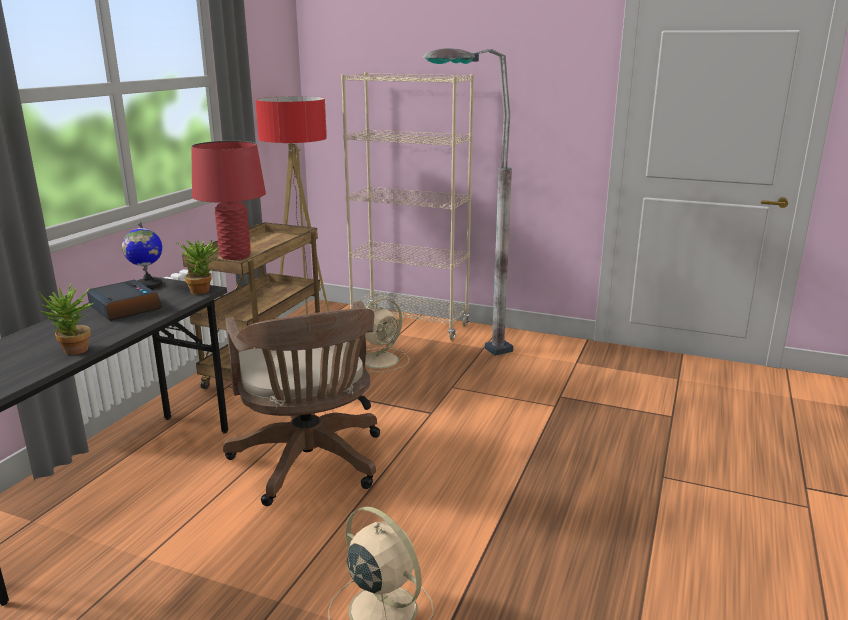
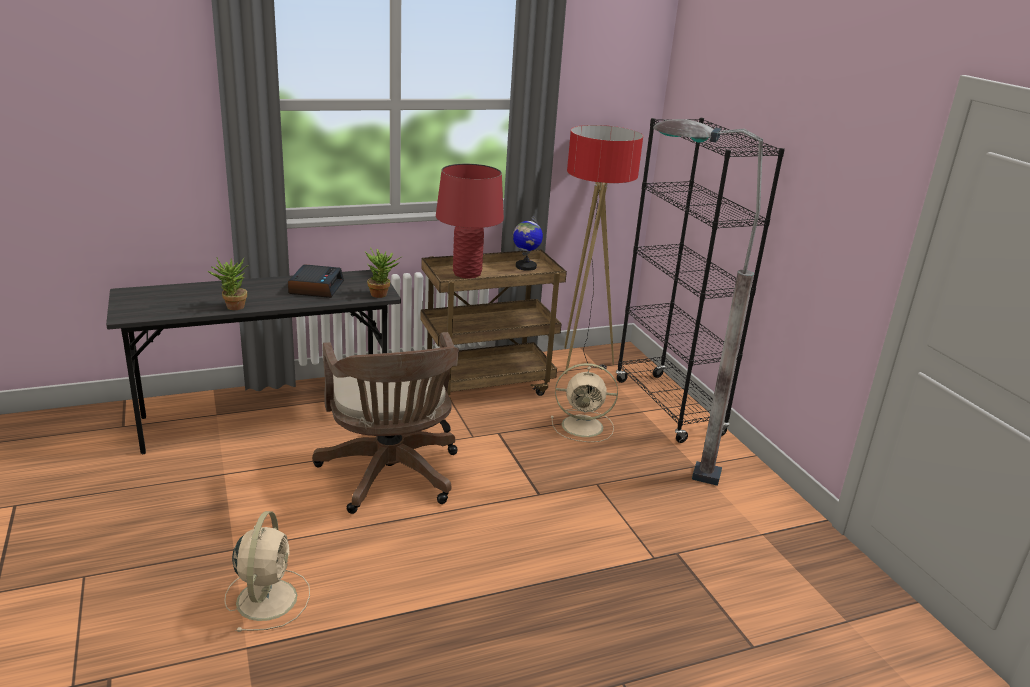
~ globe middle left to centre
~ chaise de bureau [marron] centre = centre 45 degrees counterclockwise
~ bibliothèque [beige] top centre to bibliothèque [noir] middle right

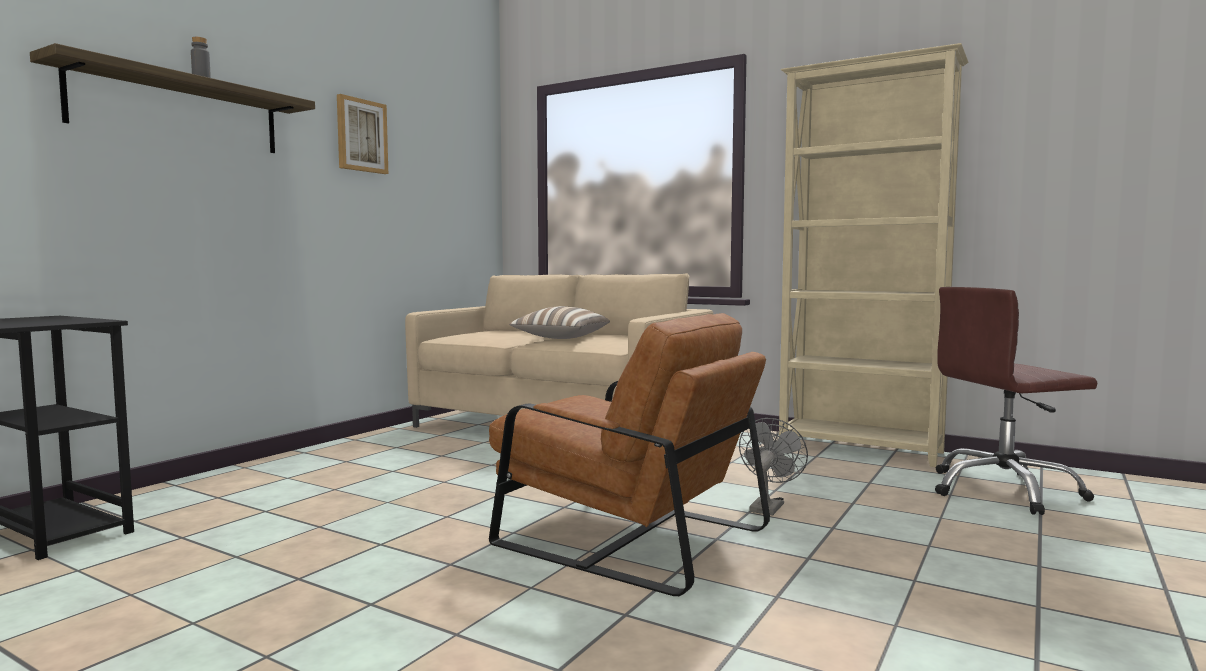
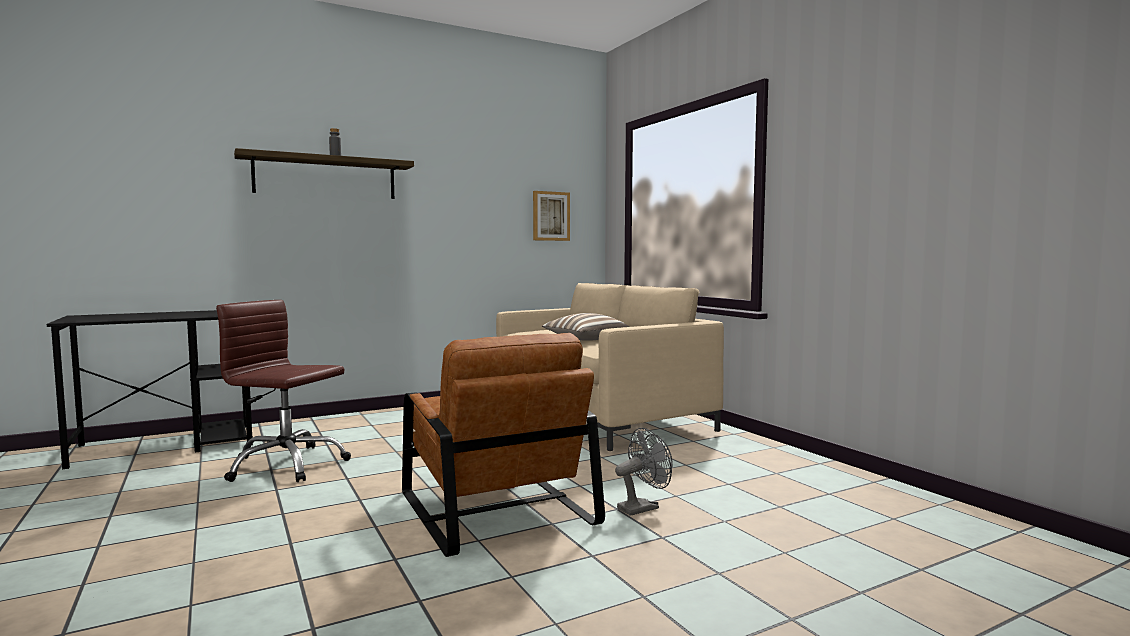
~ tableau top left to centre
- bibliothèque [beige] middle right
~ chaise de bureau [marron] middle right to middle left

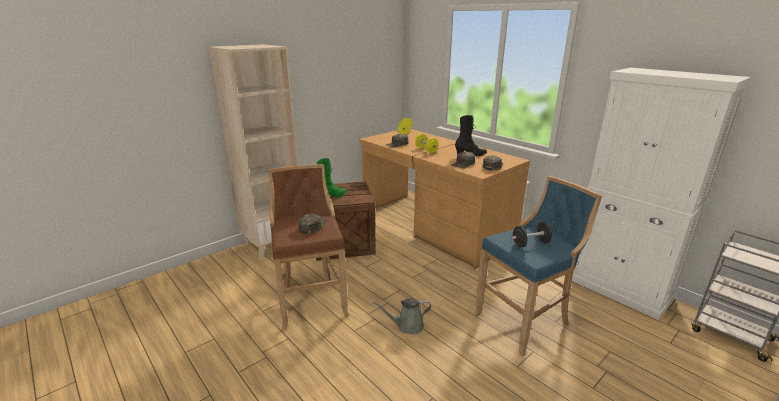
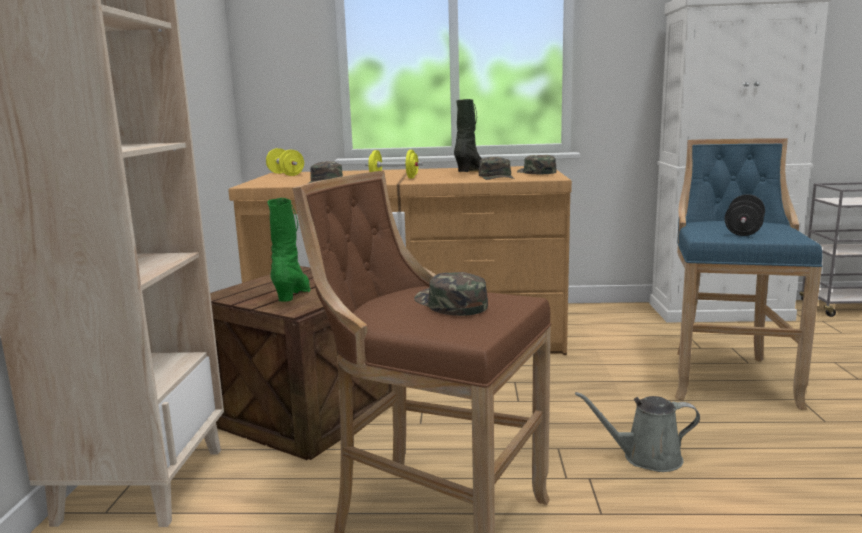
~ arrosoir [gris] bottom centre = bottom right 60 degrees clockwise

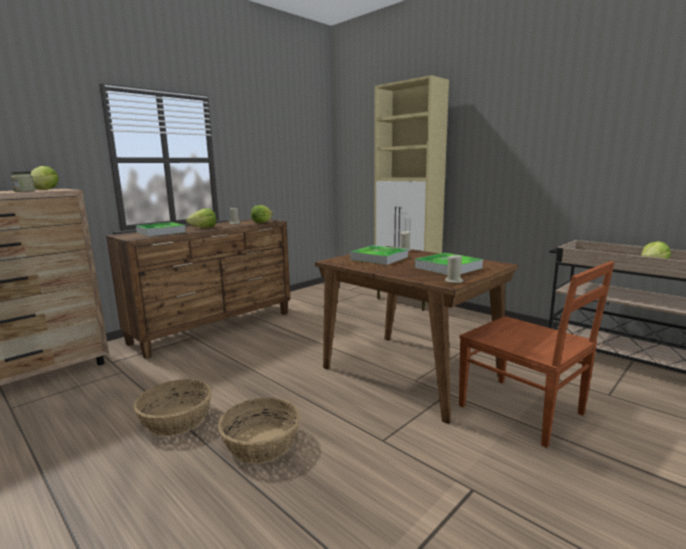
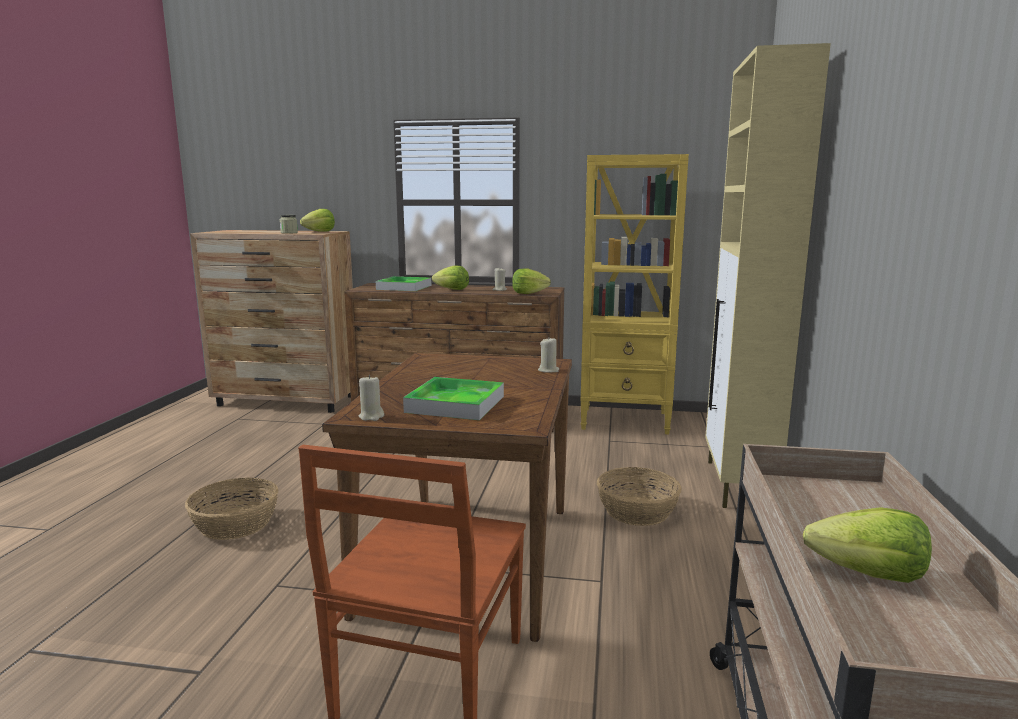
~ panier (no. 1 from left in the first image) bottom left to panier (no. 2 from left) bottom centre
- plateau (no. 2 from left) centre
+ bibliothèque [jaune] centre

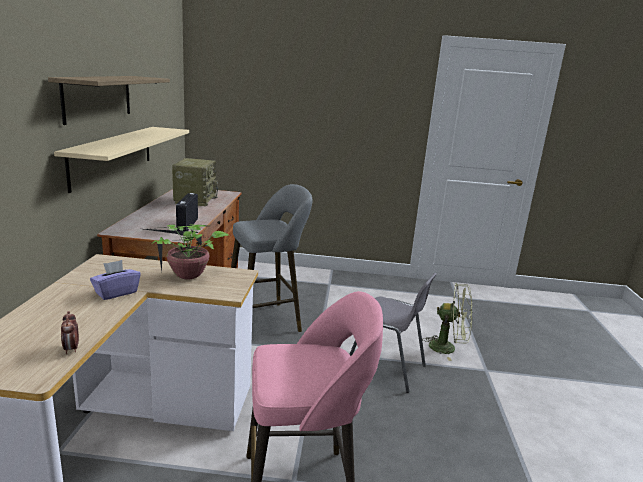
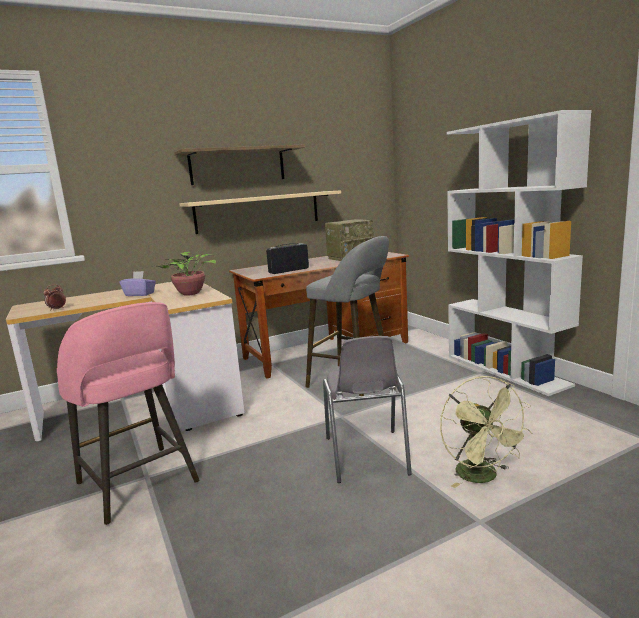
+ bibliothèque [blanc] middle right

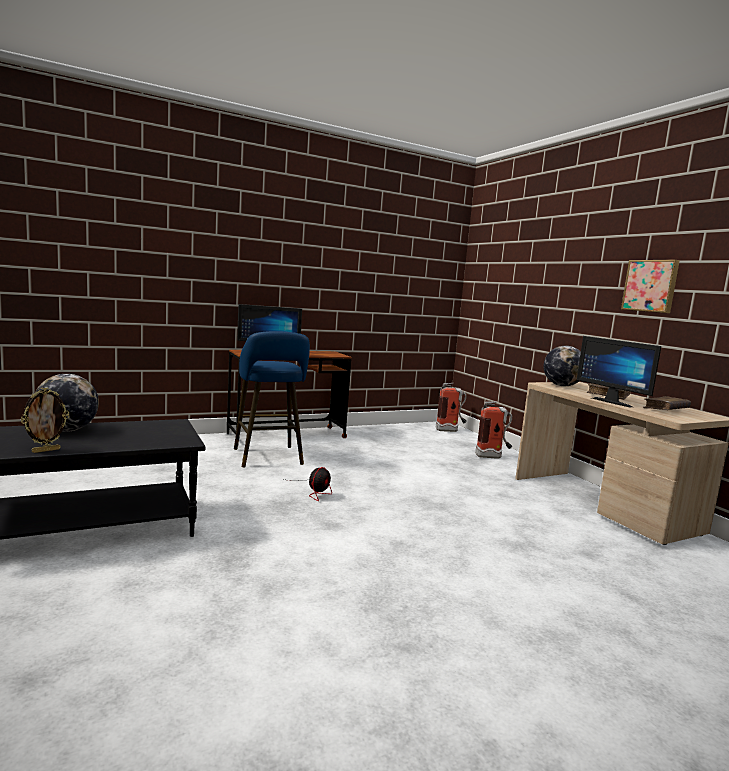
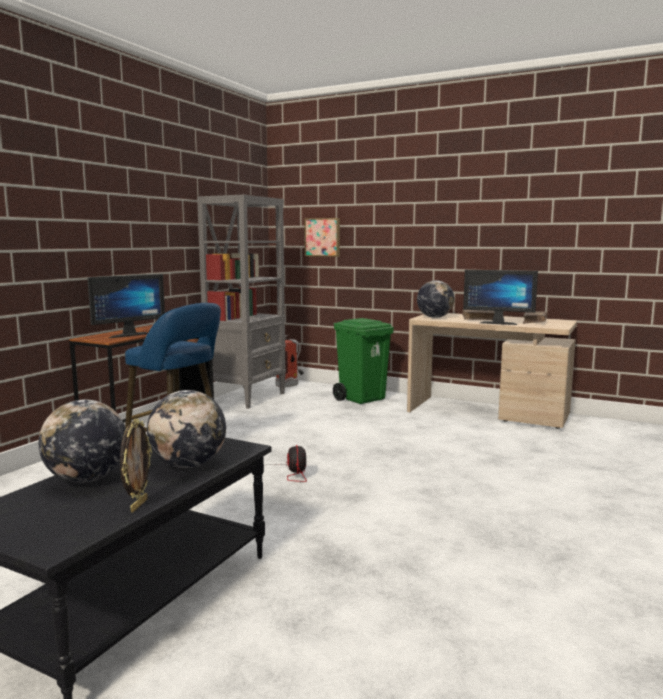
~ extincteur (no. 2 from left) middle right to poubelle [vert] centre
~ tableau middle right to centre
+ globe (no. 2 from left) middle left
+ bibliothèque [gris] centre

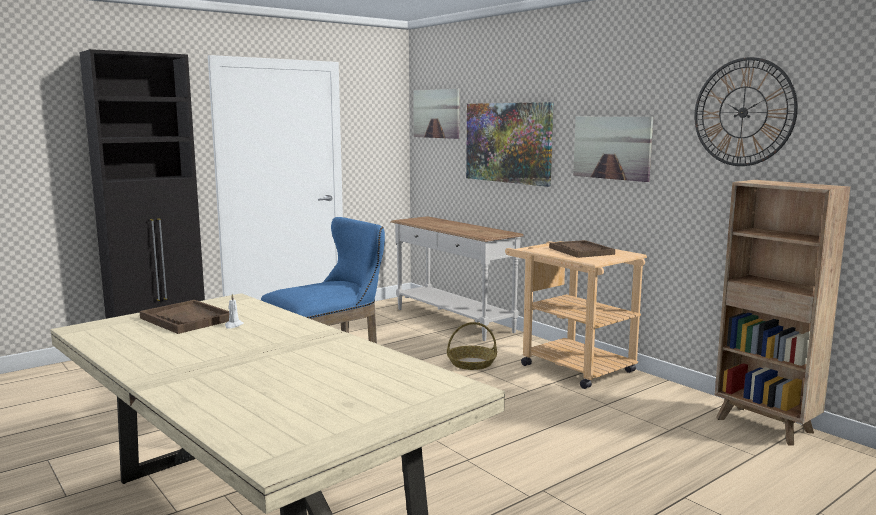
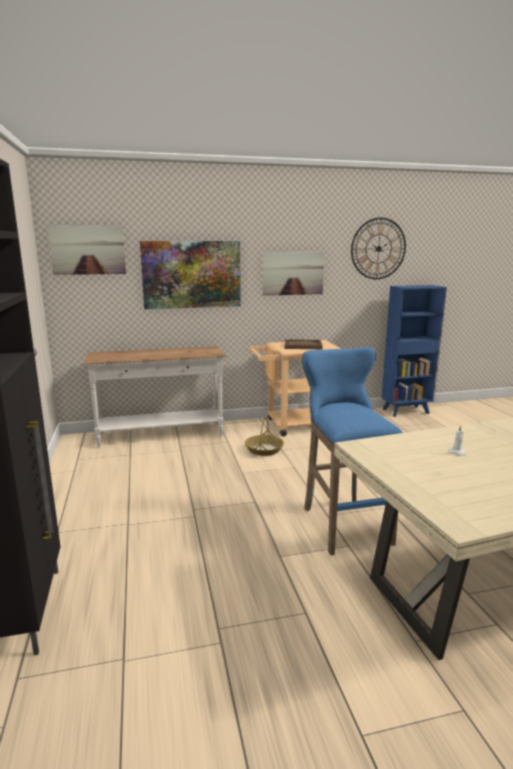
- plateau [marron] (no. 1 from left) middle left
~ bibliothèque [marron] middle right to bibliothèque [bleu] middle right

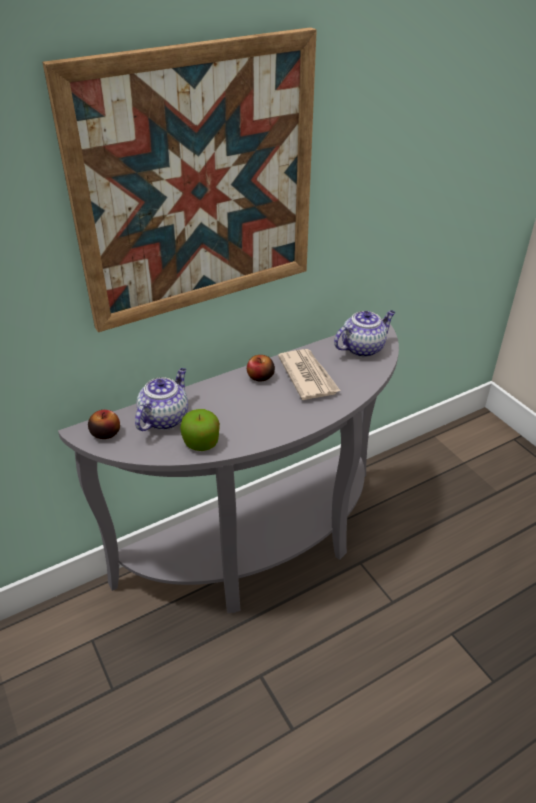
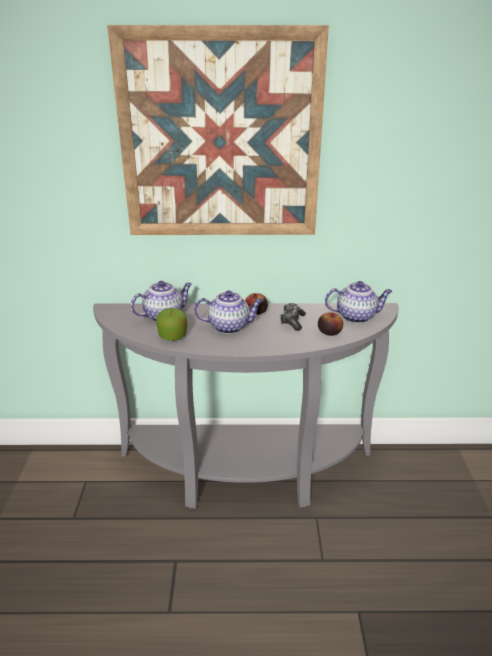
~ pomme (no. 1 from left in the first image) middle left to pomme (no. 3 from left) middle right
~ journal centre to manette centre
+ théière (no. 2 from left) centre

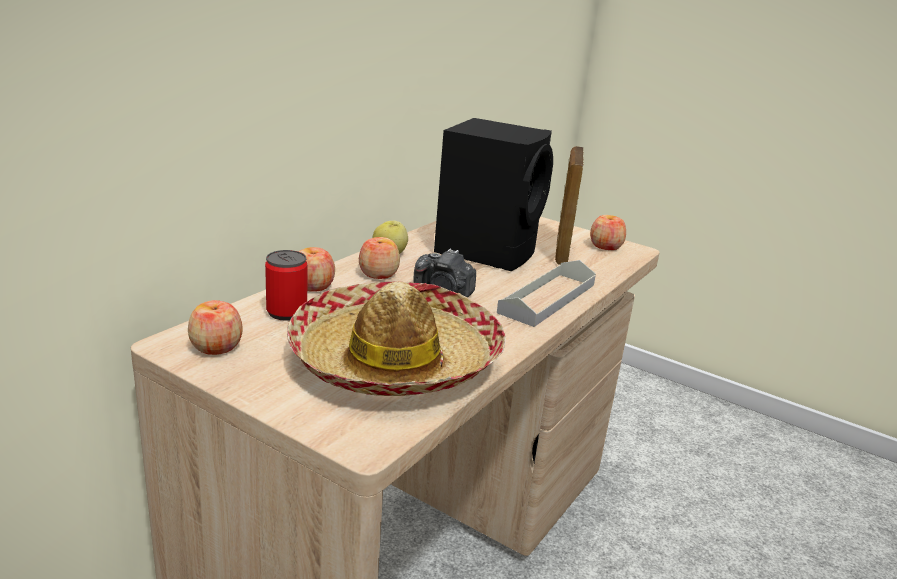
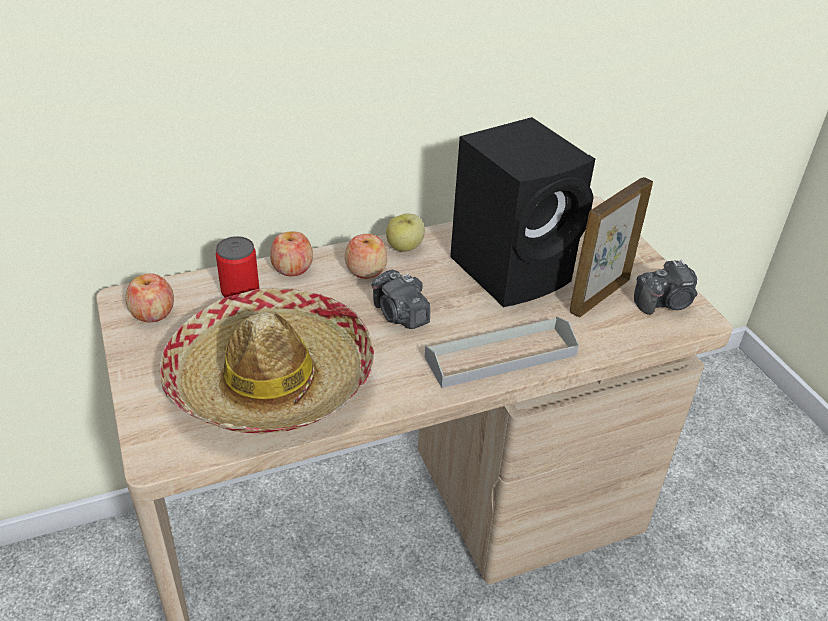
~ pomme (no. 5 from left) middle right to appareil photo (no. 2 from left) middle right

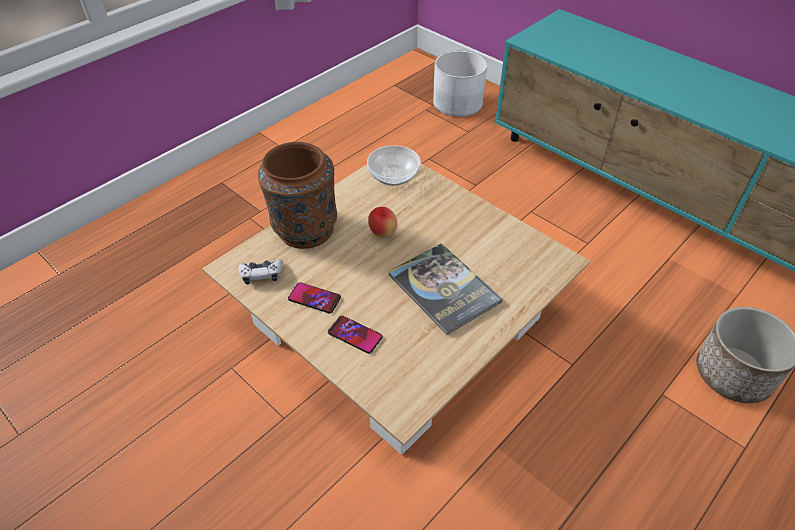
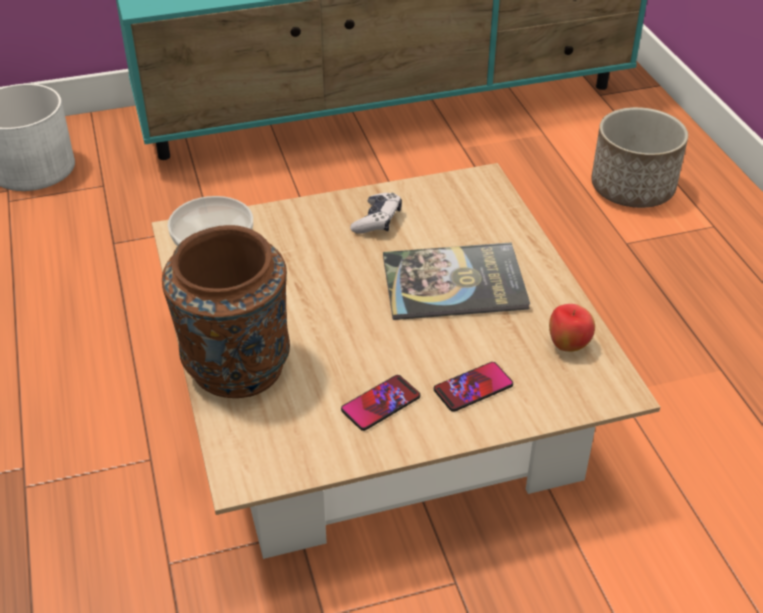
~ manette middle left to centre
~ pomme centre to middle right

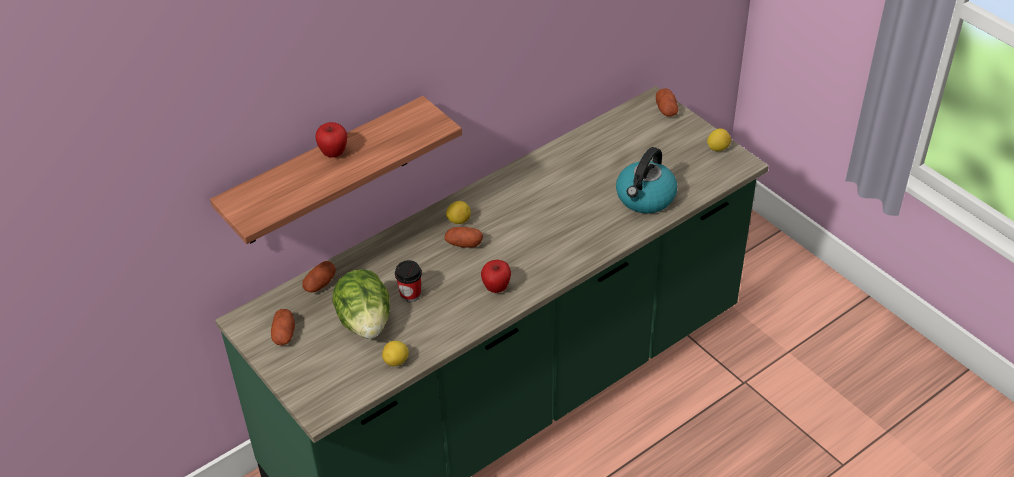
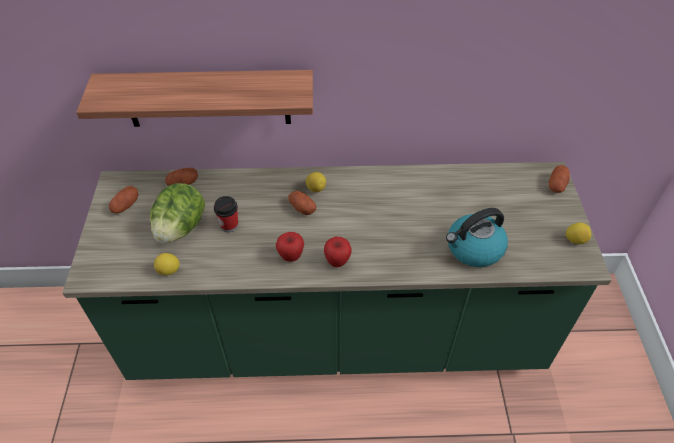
~ pomme (no. 1 from left in the first image) top left to pomme (no. 2 from left) centre

